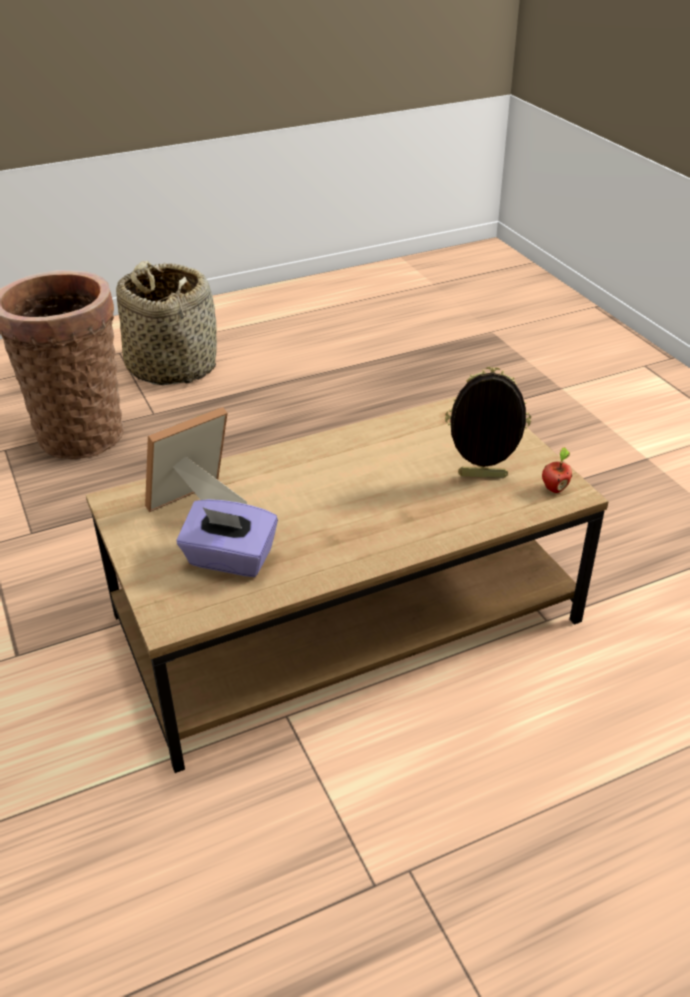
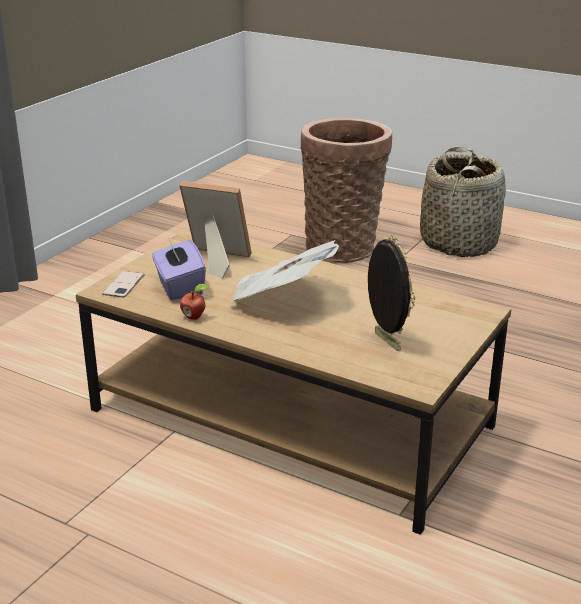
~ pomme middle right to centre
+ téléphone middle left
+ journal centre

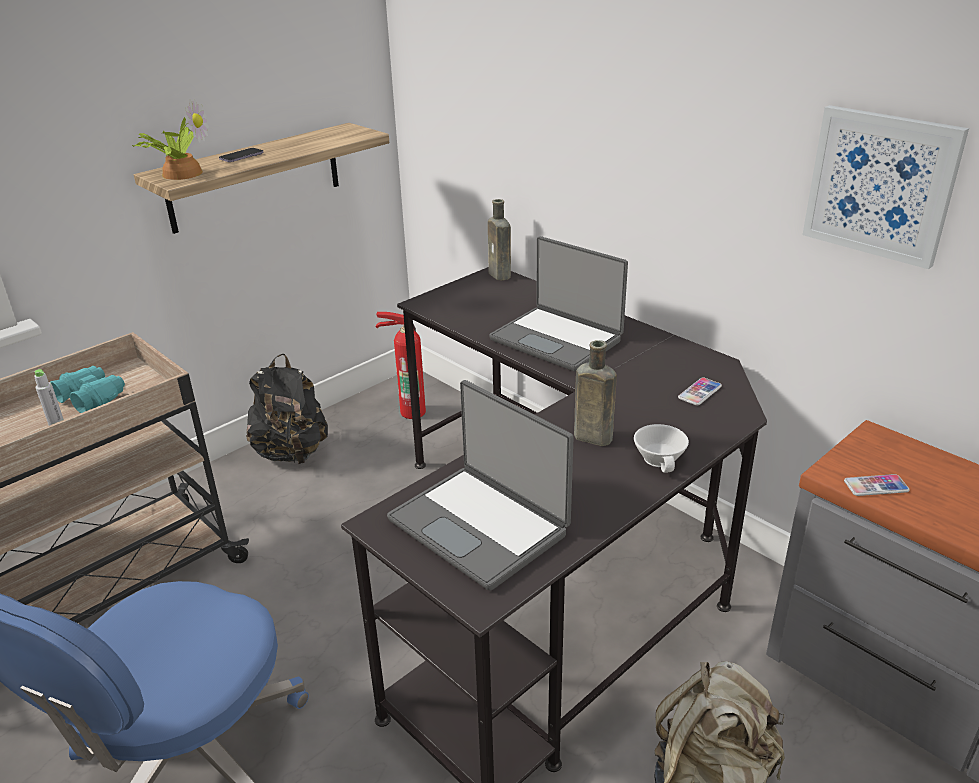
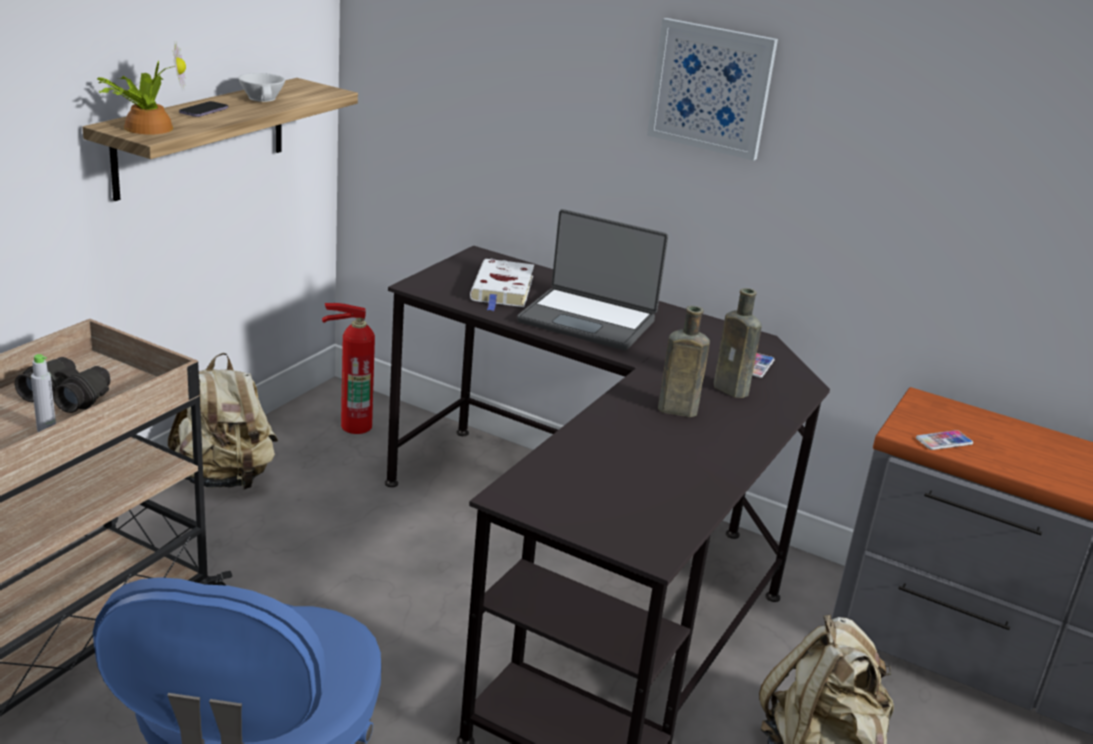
~ jumelles [turquoise] middle left to jumelles [noir] middle left
~ sac à dos [noir] middle left to sac à dos [beige] (no. 1 from left) middle left
- ordinateur portable (no. 1 from left) centre
~ bouteille [marron] (no. 1 from left in the first image) top centre to bouteille [marron] (no. 2 from left) middle right
~ tasse [blanc] middle right to top left
~ tableau top right to top centre
+ livre [blanc] centre

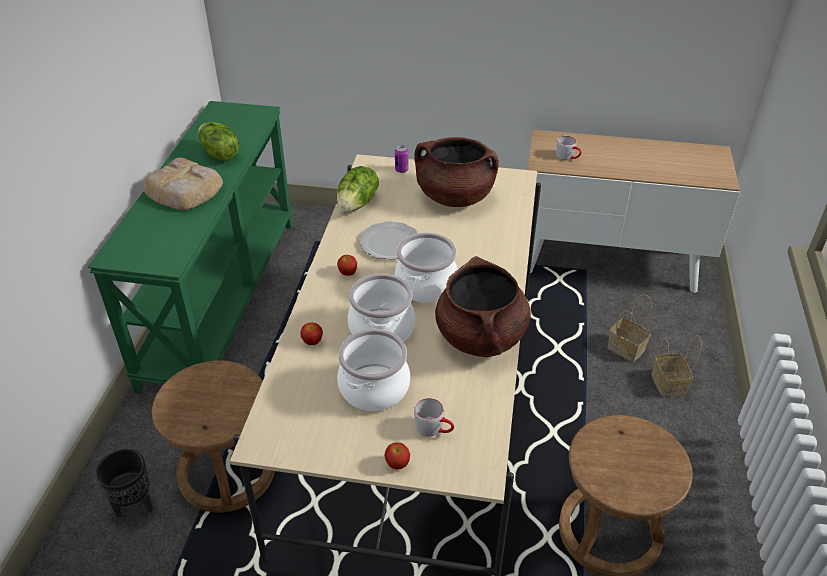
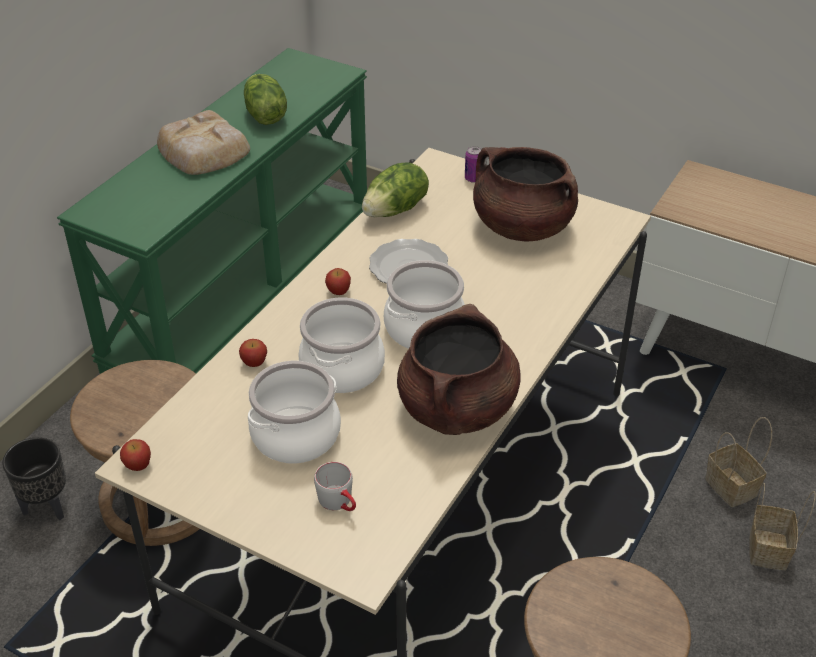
~ pomme (no. 3 from left in the first image) bottom centre to pomme (no. 1 from left) bottom left
- mug [gris] (no. 2 from left) top right

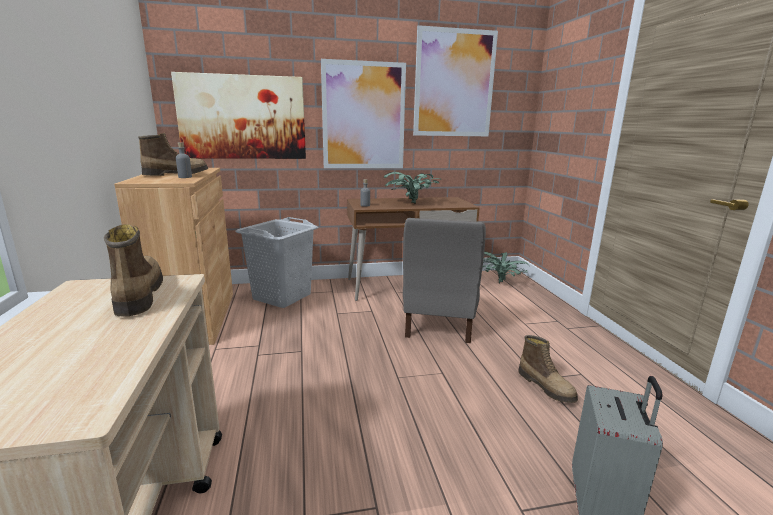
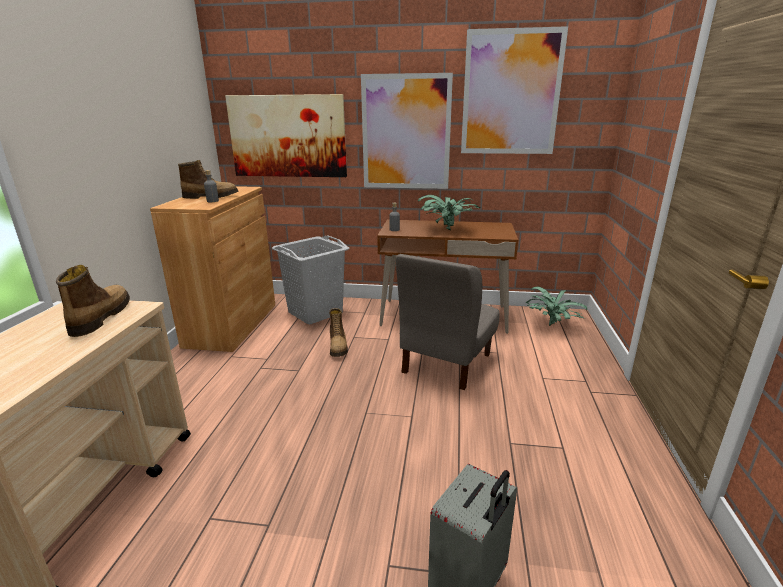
~ botte (no. 3 from left) bottom right to centre

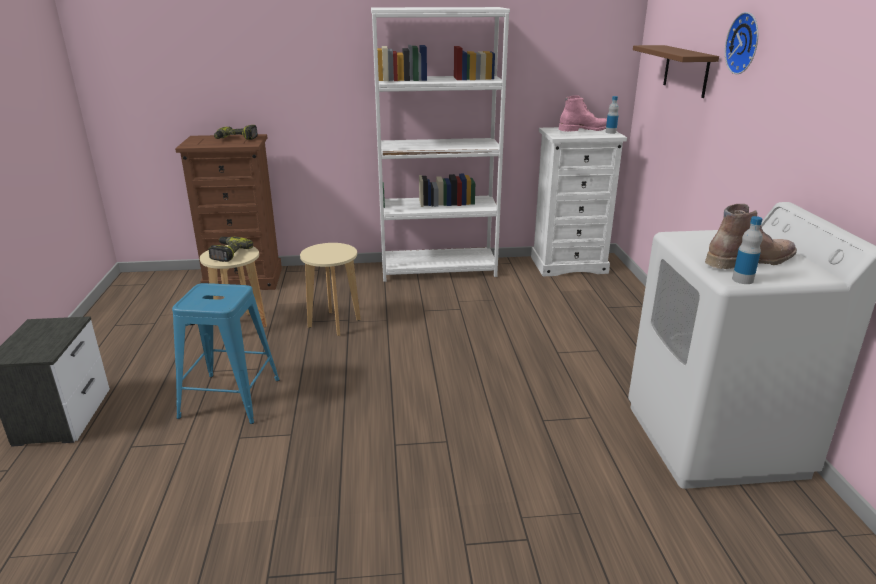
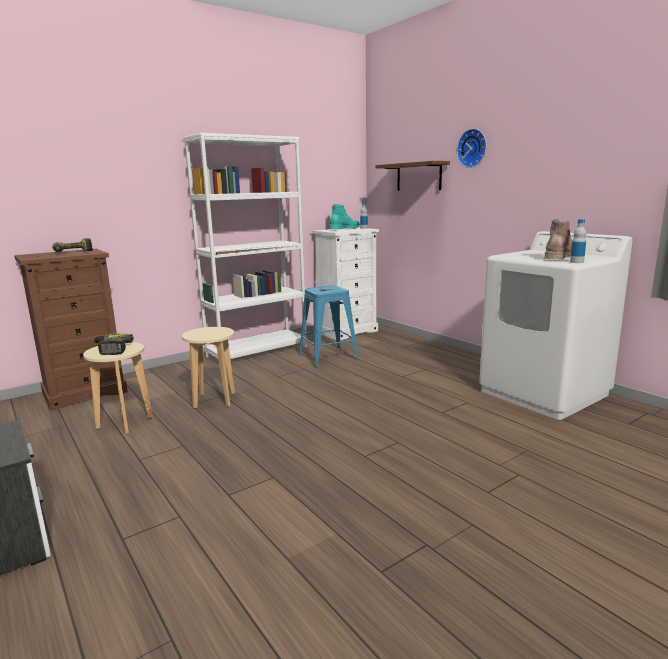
~ tabouret [bleu] middle left to centre
~ botte [rose] top centre to botte [turquoise] top centre

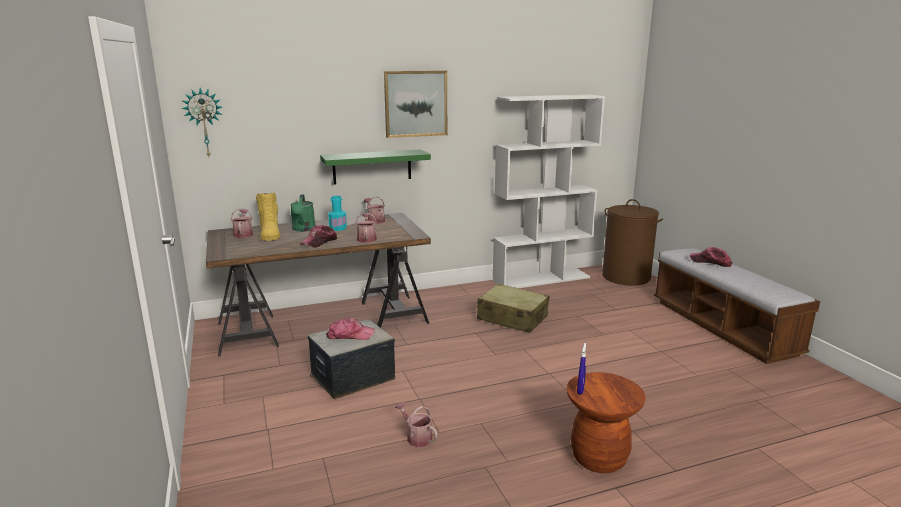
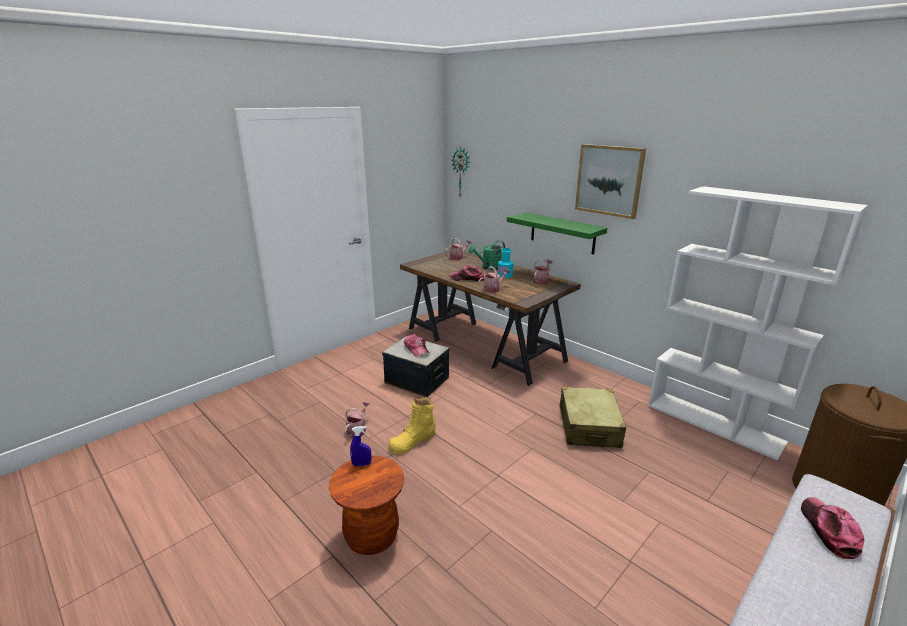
~ botte [jaune] middle left to bottom centre

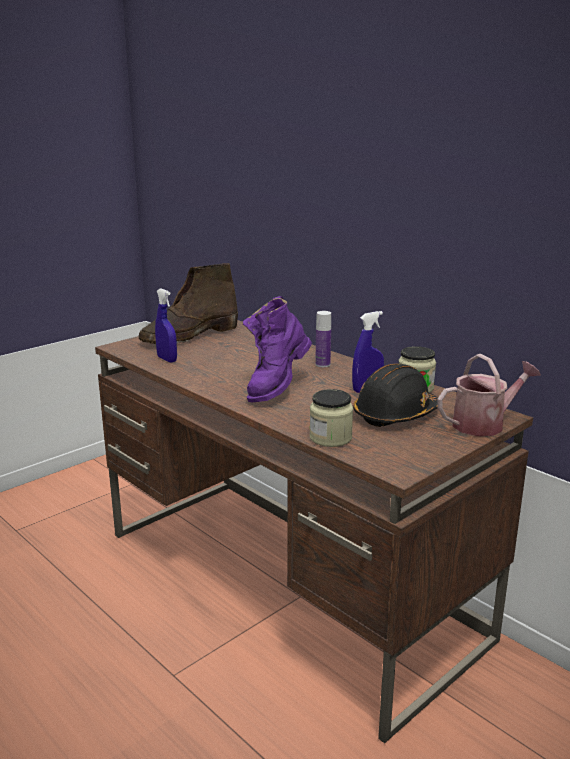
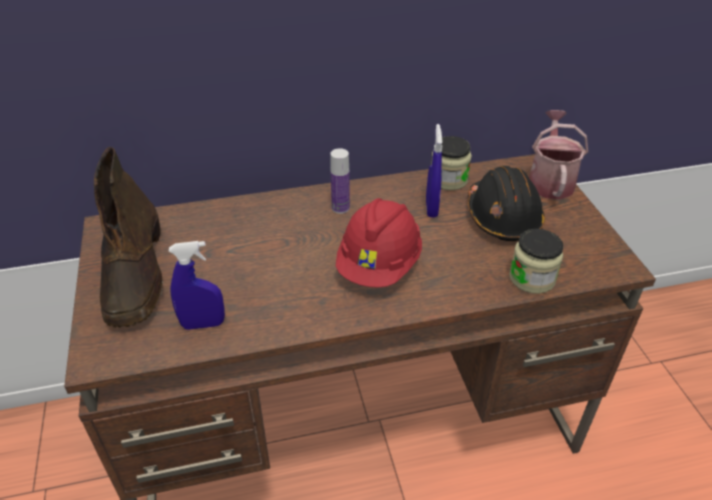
~ botte [violet] centre to casque de chantier [rouge] centre

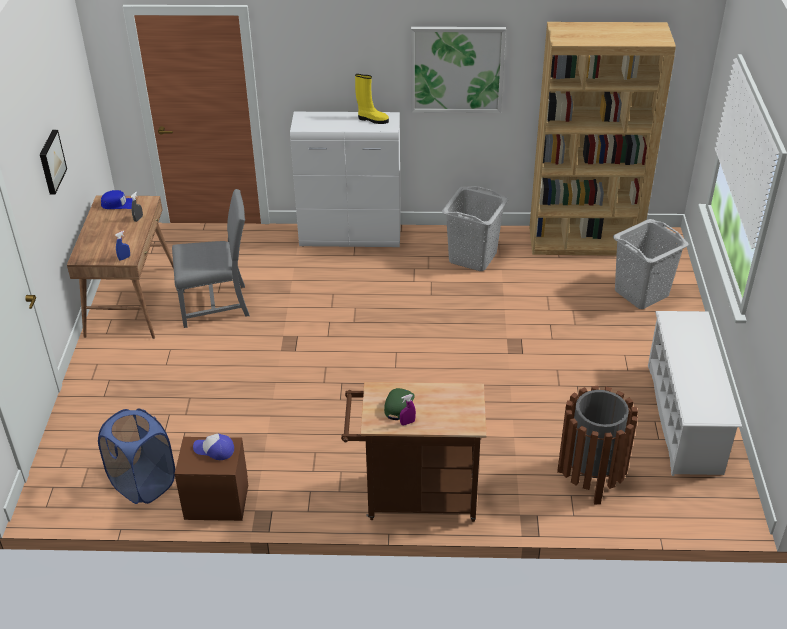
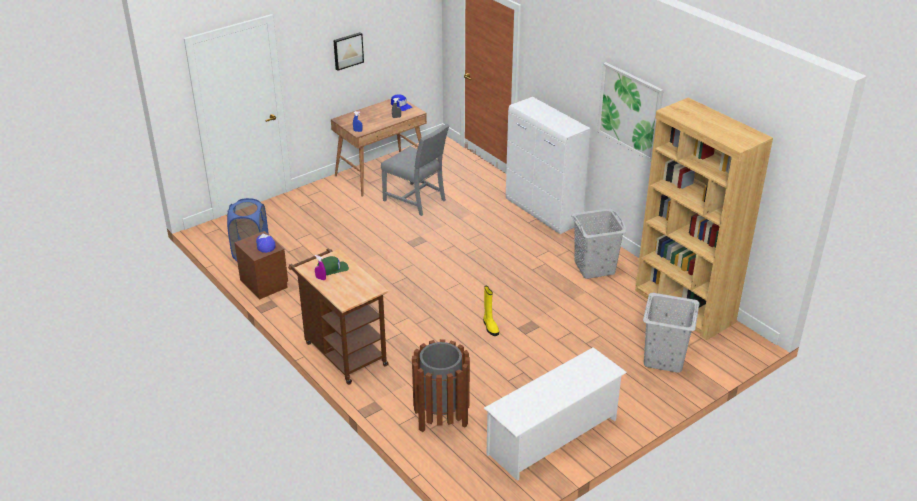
~ botte [jaune] top centre to centre

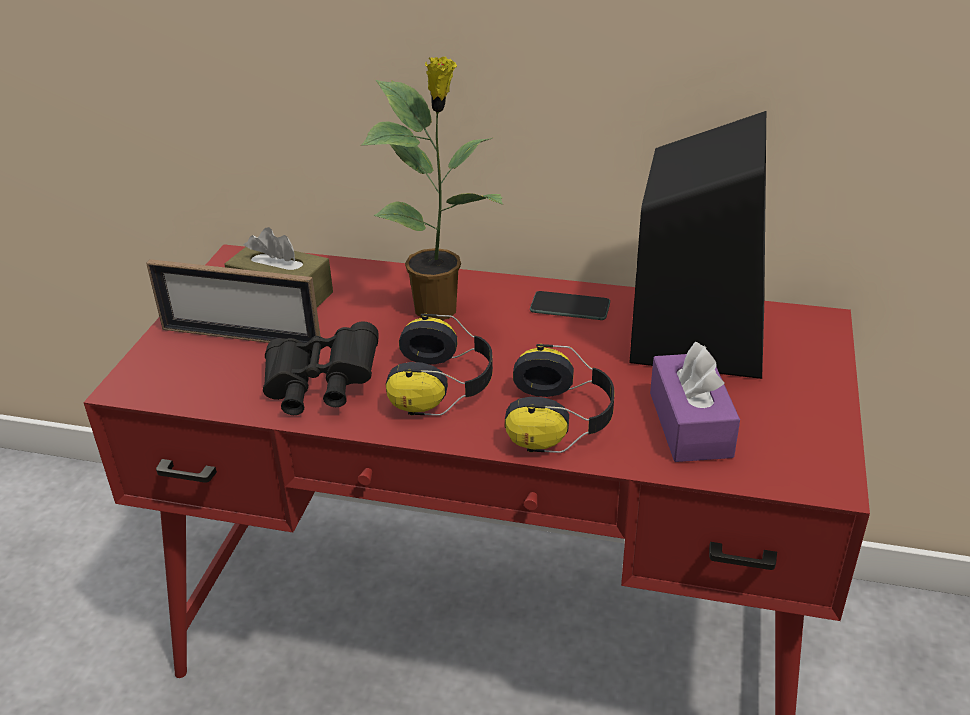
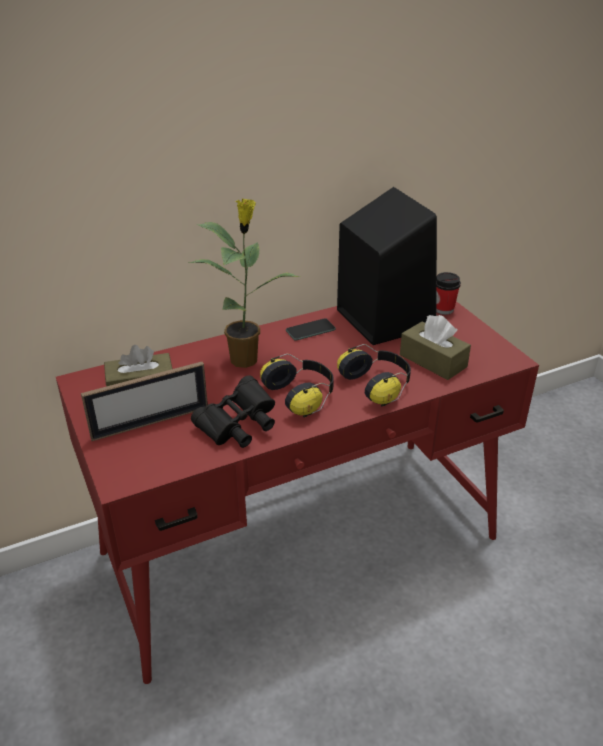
~ boîte à mouchoirs [violet] middle right to boîte à mouchoirs [marron] (no. 2 from left) middle right
+ tasse middle right

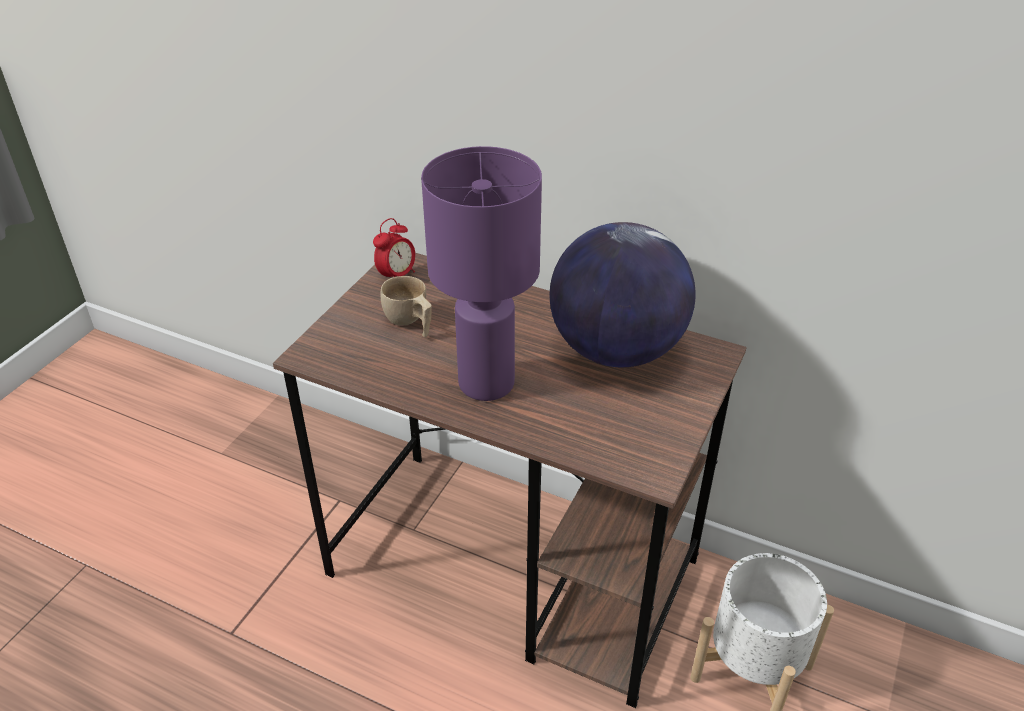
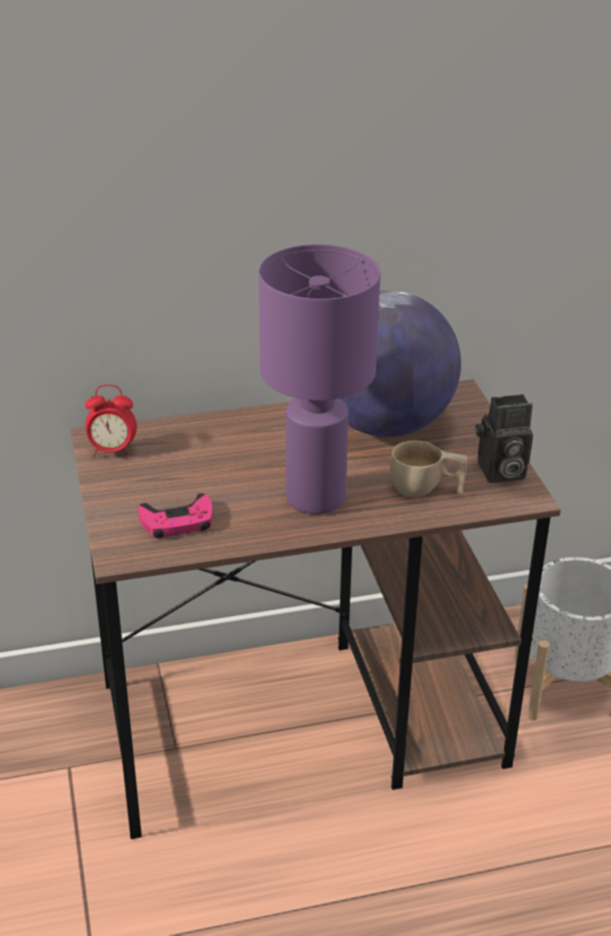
~ réveil centre = middle left 90 degrees clockwise
~ tasse [beige] centre to middle right
+ manette [rose] middle left
+ appareil photo middle right

